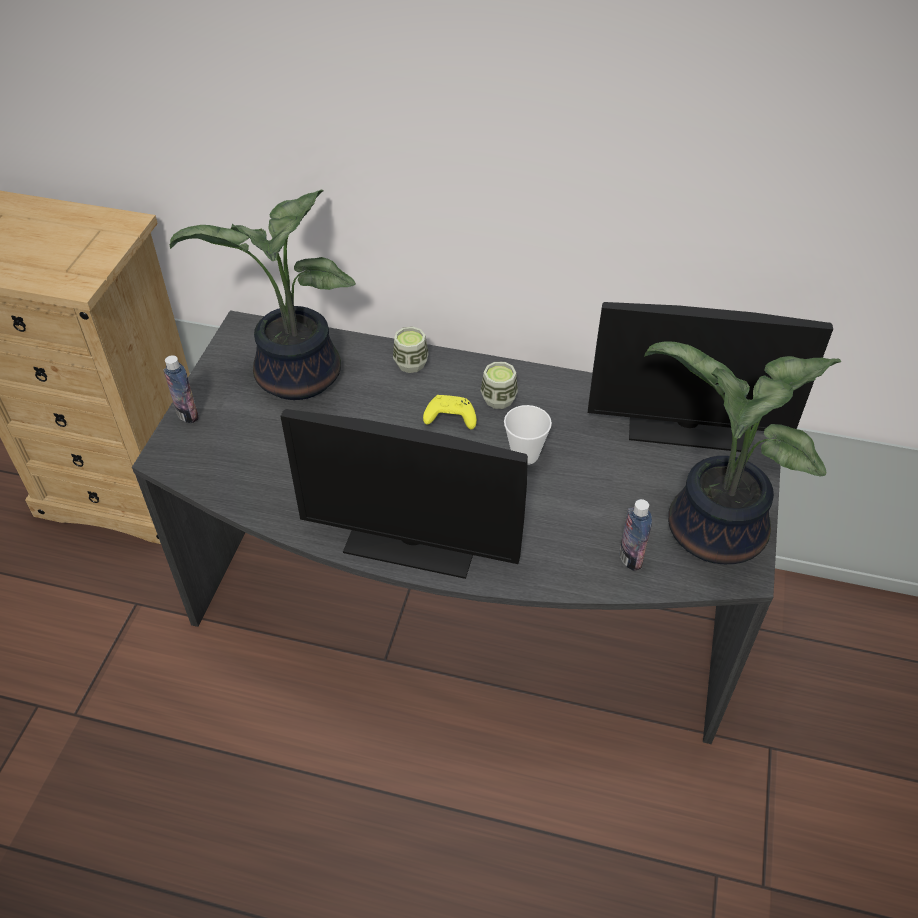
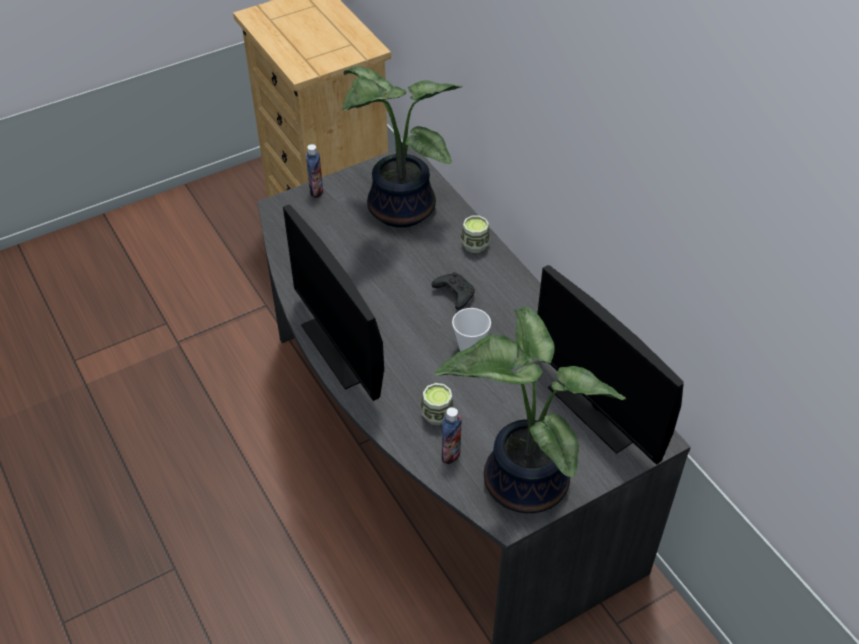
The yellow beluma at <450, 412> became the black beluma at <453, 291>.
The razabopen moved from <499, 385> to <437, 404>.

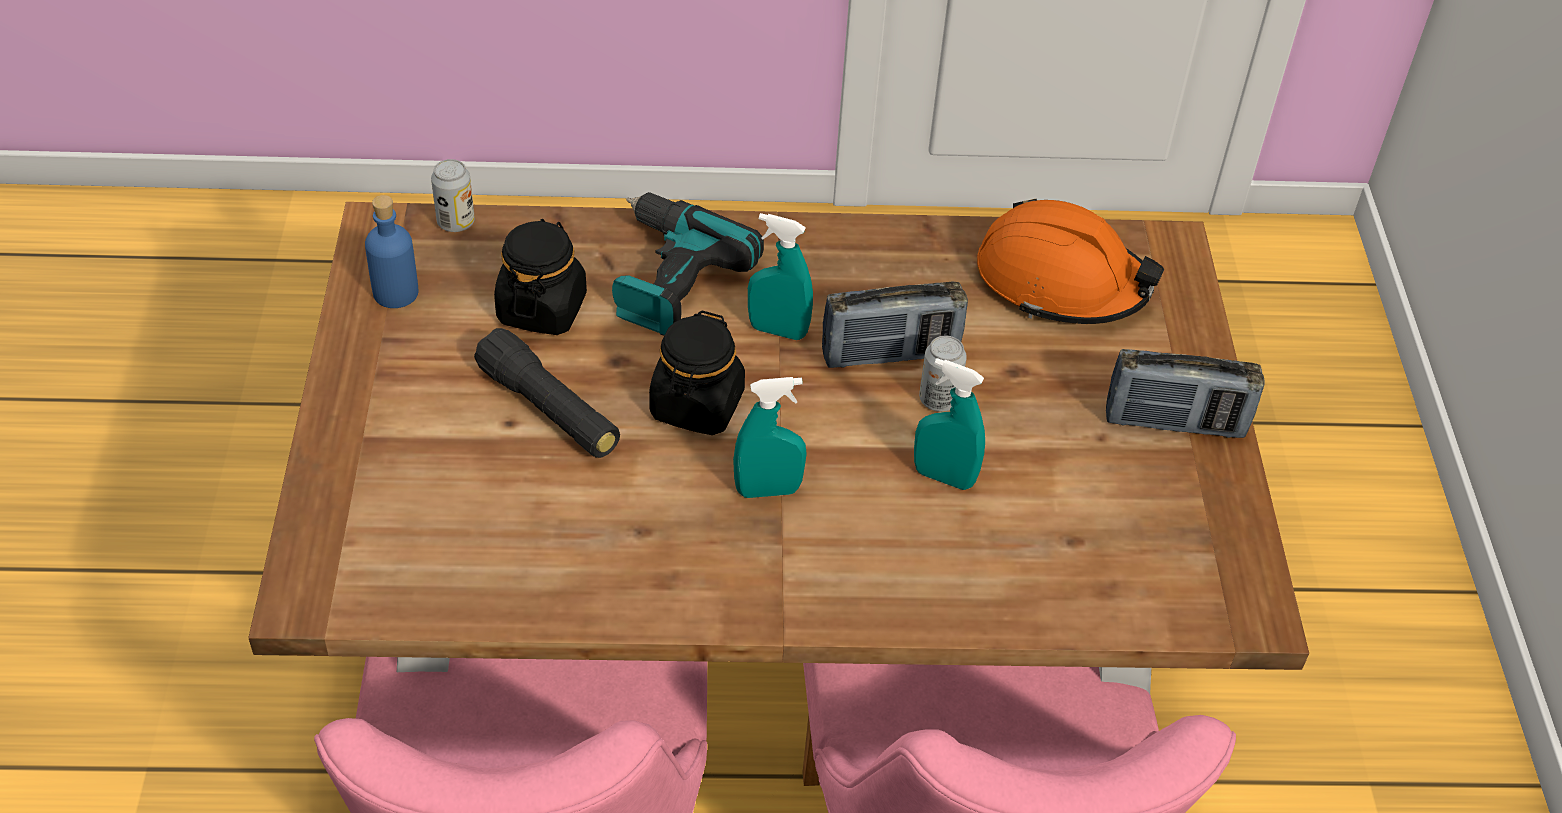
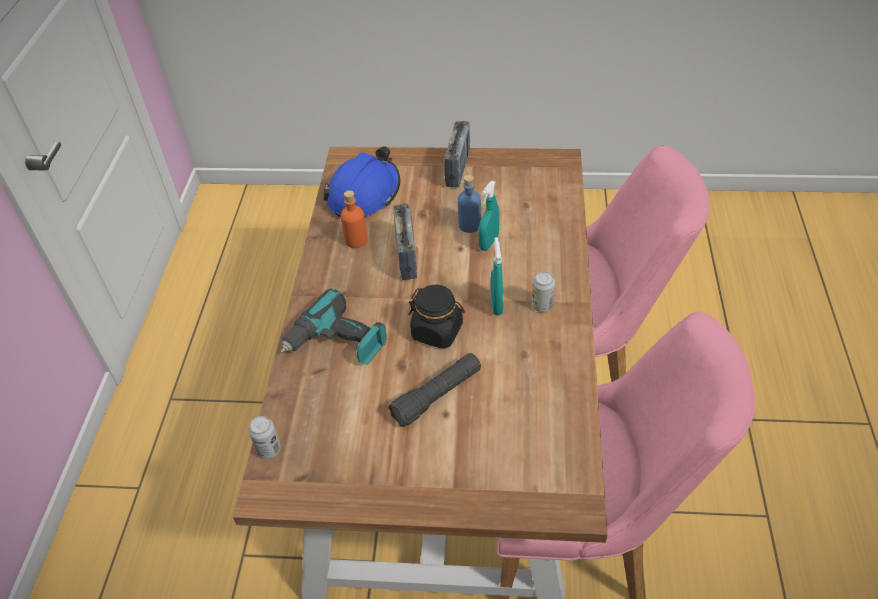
The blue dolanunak moved from <392, 251> to <469, 204>.
The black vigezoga at <540, 277> disappeared.
The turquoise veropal at <780, 276> disappeared.
The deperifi moved from <943, 374> to <543, 292>.
The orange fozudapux at <1070, 261> became the blue fozudapux at <361, 181>.
The orange dolanunak at <354, 219> appeared.

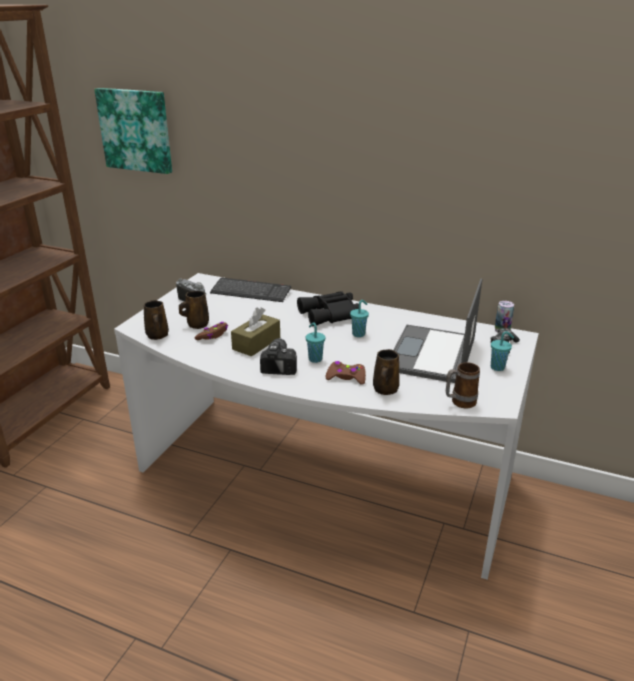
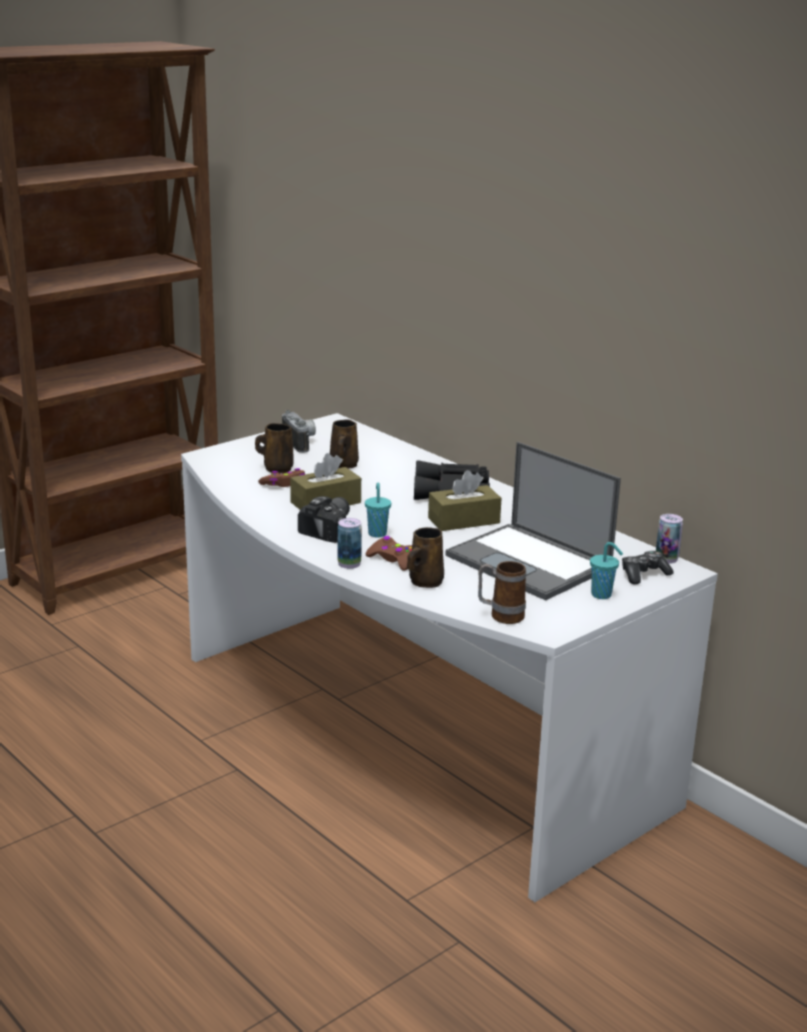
The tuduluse at <133, 131> disappeared.
The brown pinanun moved from <156, 320> to <344, 444>.
The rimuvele at <250, 290> disappeared.
The turquoise razabopen at <359, 318> was replaced by the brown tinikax at <465, 500>.
The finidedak at <438, 330> turned 90 degrees counterclockwise.
The deperifi at <350, 543> appeared.

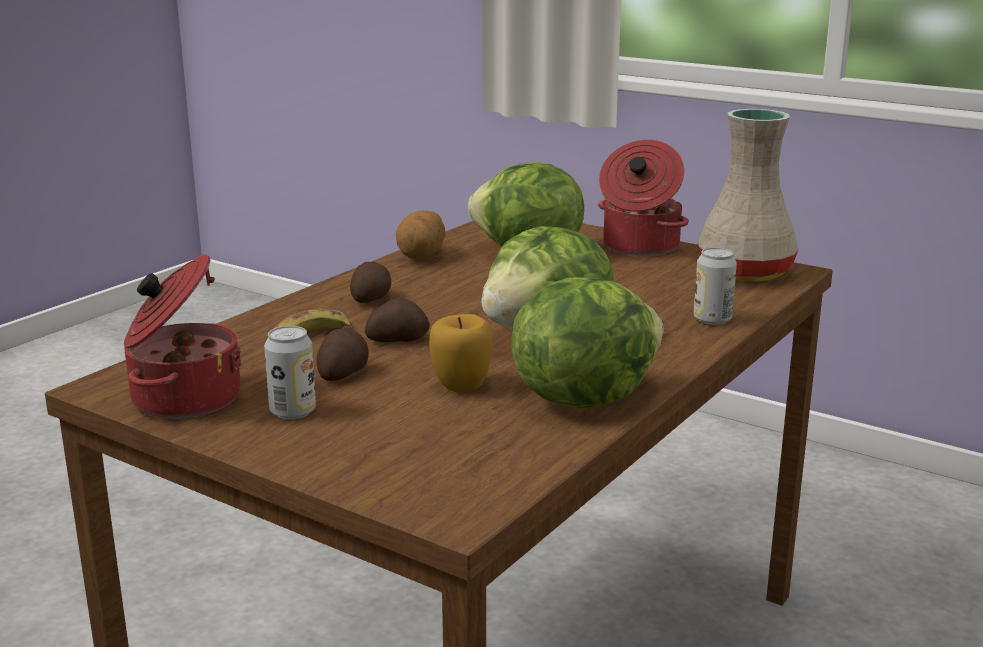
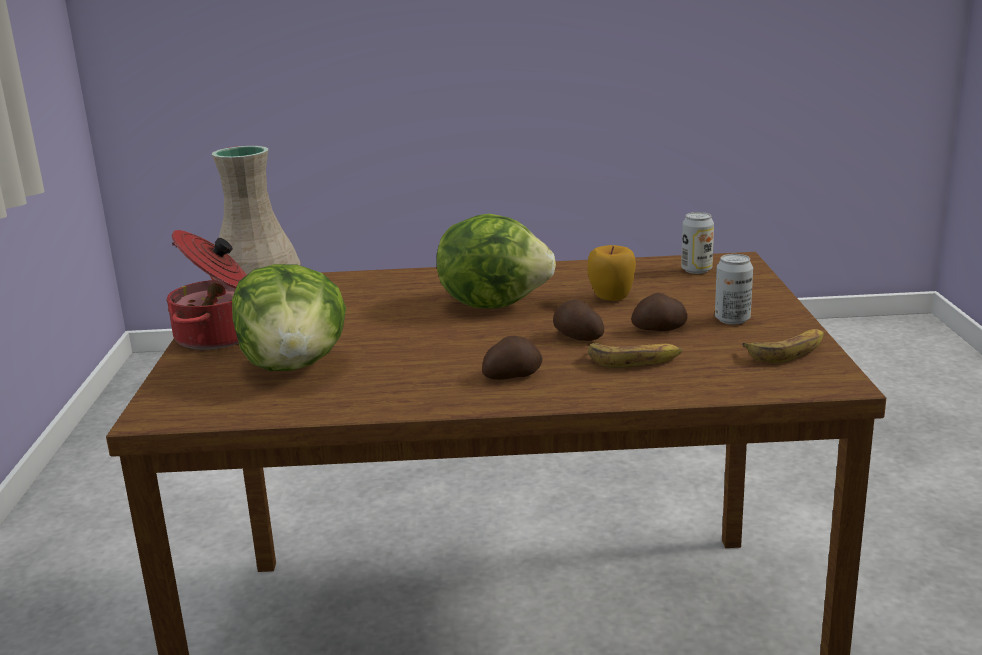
The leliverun at <183, 336> was replaced by the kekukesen at <783, 346>.
The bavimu at <421, 235> disappeared.
The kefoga at <587, 343> disappeared.
The deperifi moved from <715, 286> to <697, 243>.

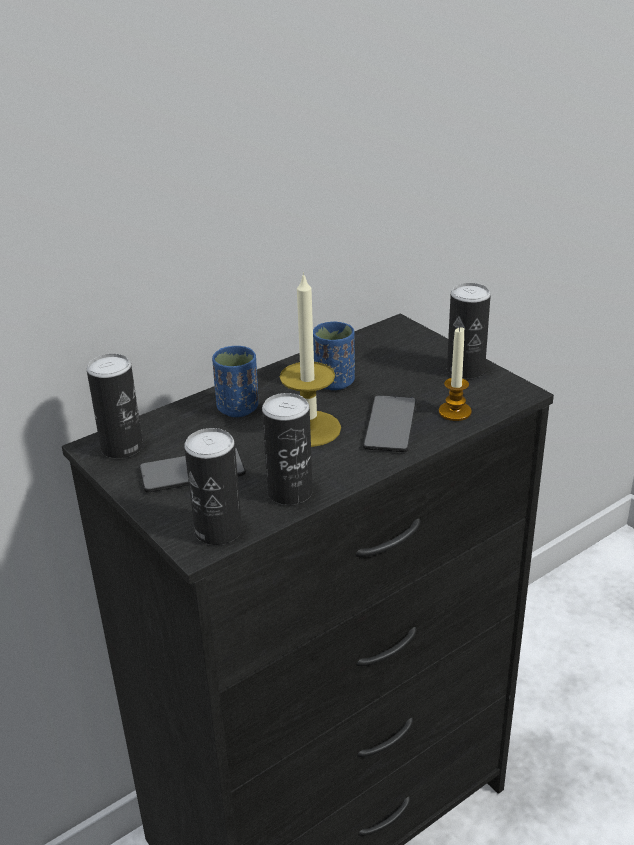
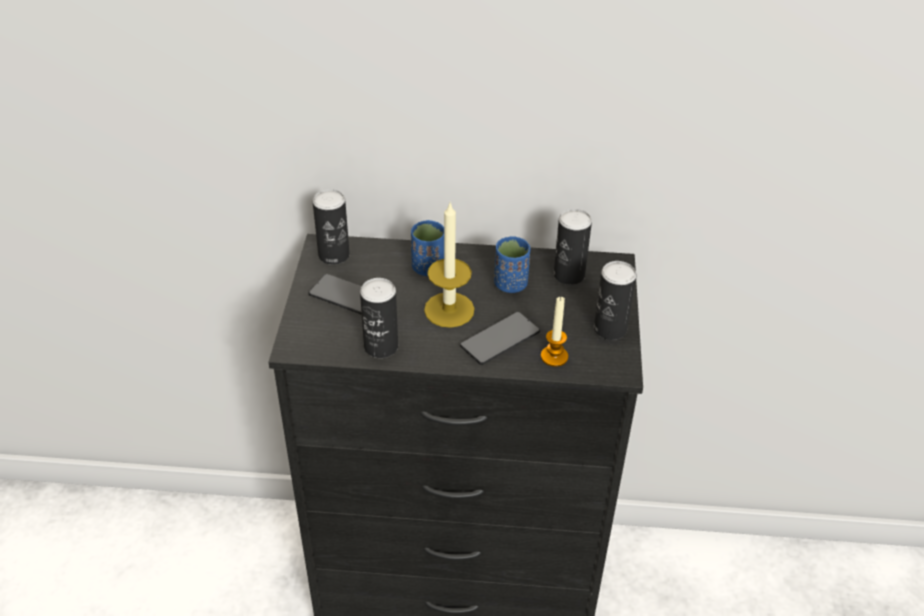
The deperifi moved from <213, 486> to <572, 247>.

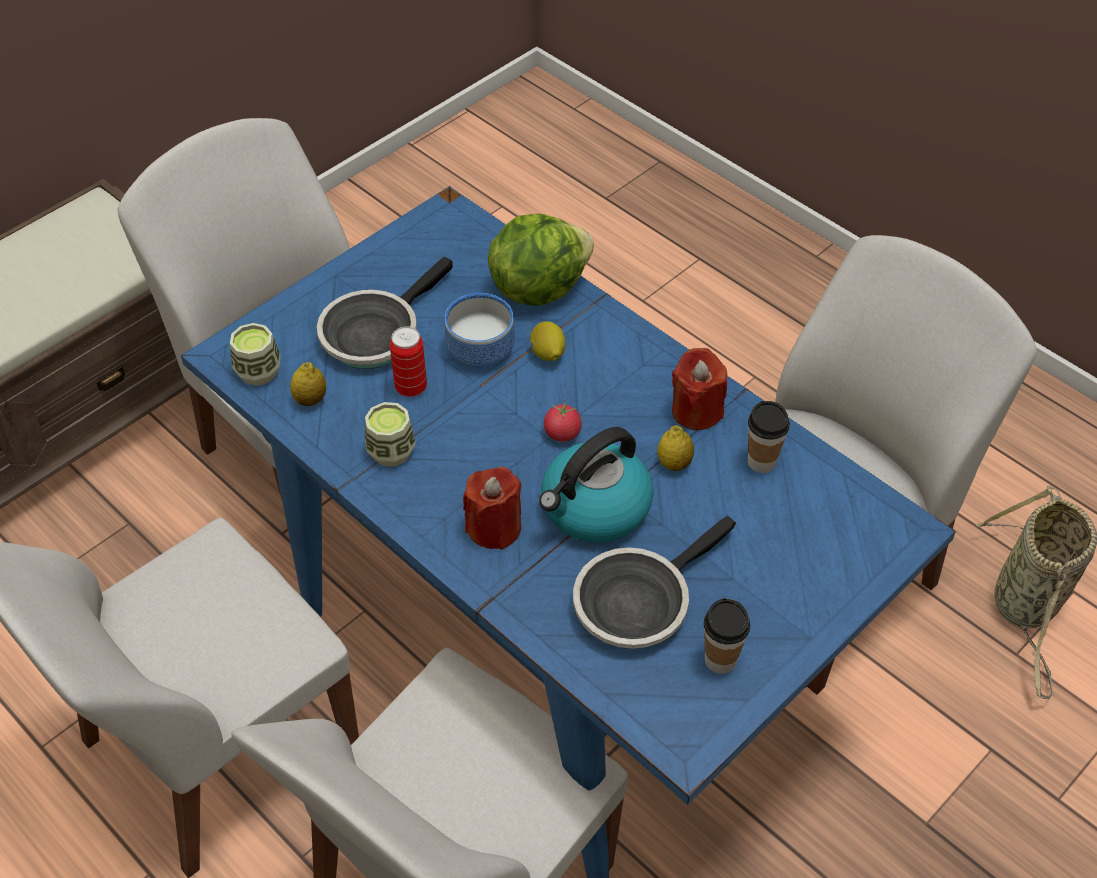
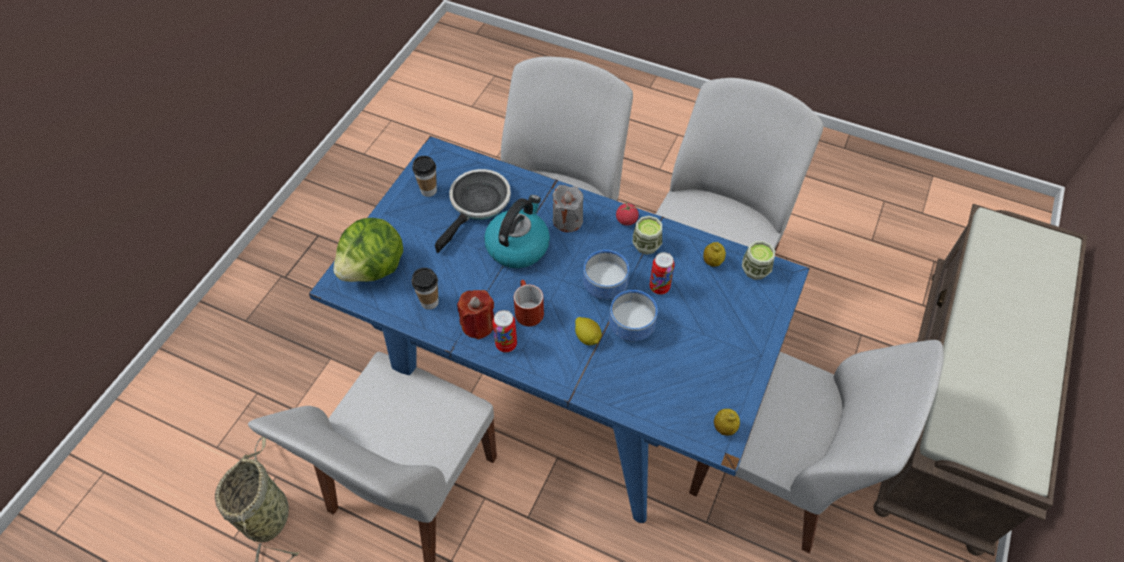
The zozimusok at <385, 312> disappeared.
The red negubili at <492, 508> became the grey negubili at <568, 208>.
The kefoga moved from <541, 259> to <368, 250>.
The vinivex moved from <563, 421> to <627, 213>.
The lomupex moved from <675, 448> to <727, 422>.
The deperifi at <505, 331> appeared.
The red pinanun at <529, 303> appeared.
The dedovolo at <606, 275> appeared.

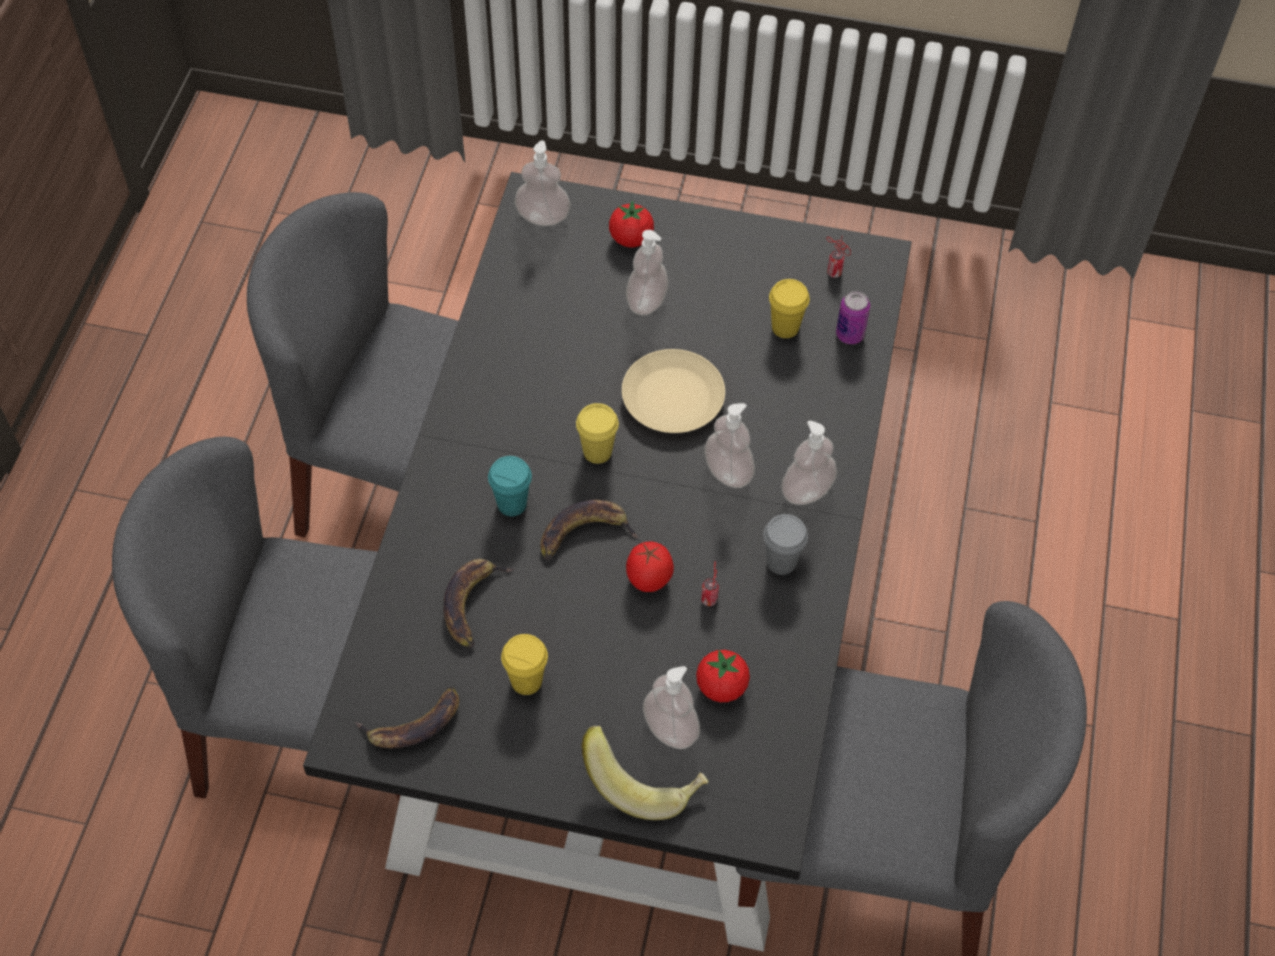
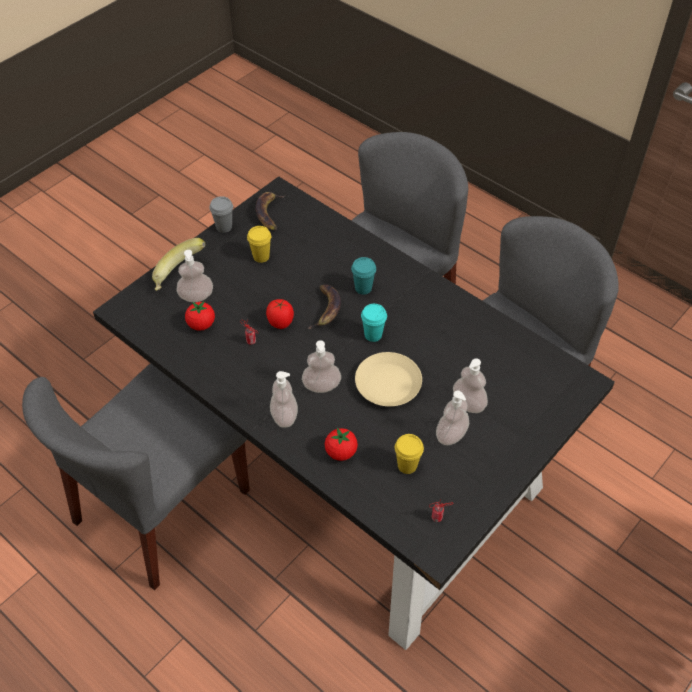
The kekukesen at <478, 603> disappeared.
The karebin moved from <542, 183> to <452, 417>.
The yellow razabopen at <597, 433> became the turquoise razabopen at <374, 323>.
The vinivex moved from <631, 223> to <341, 444>.
The grey razabopen moved from <785, 544> to <221, 214>.
The deperifi at <853, 317> disappeared.

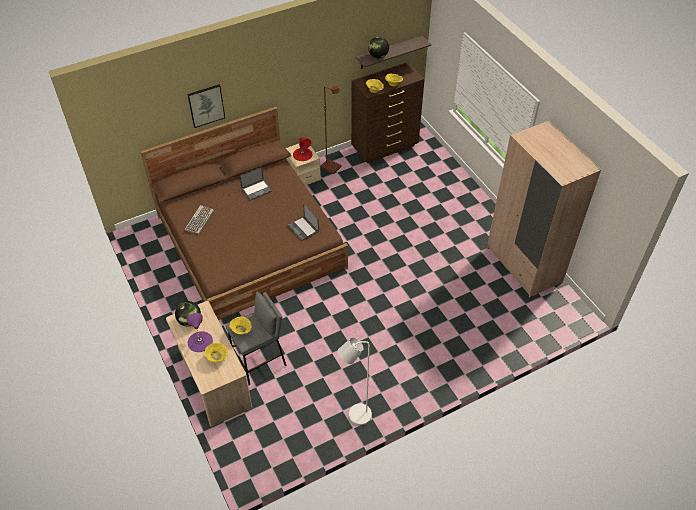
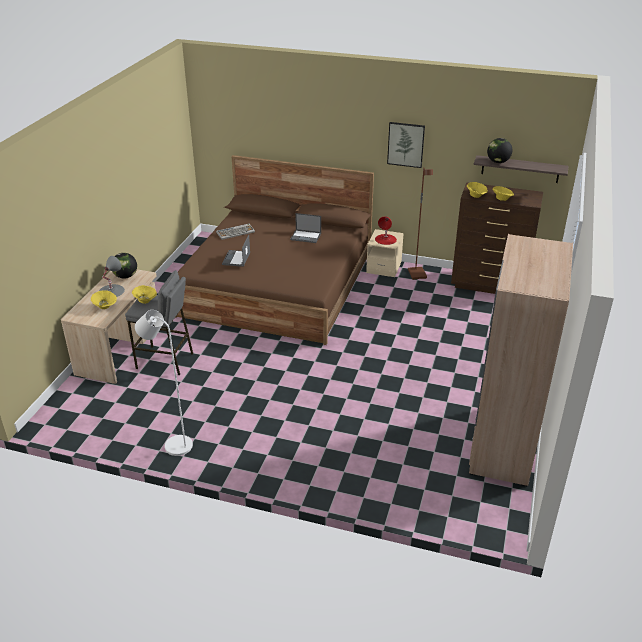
The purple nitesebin at <199, 332> became the grey nitesebin at <112, 276>.
The tuduluse moved from <206, 106> to <406, 145>.
The finidedak moved from <303, 222> to <236, 251>.

